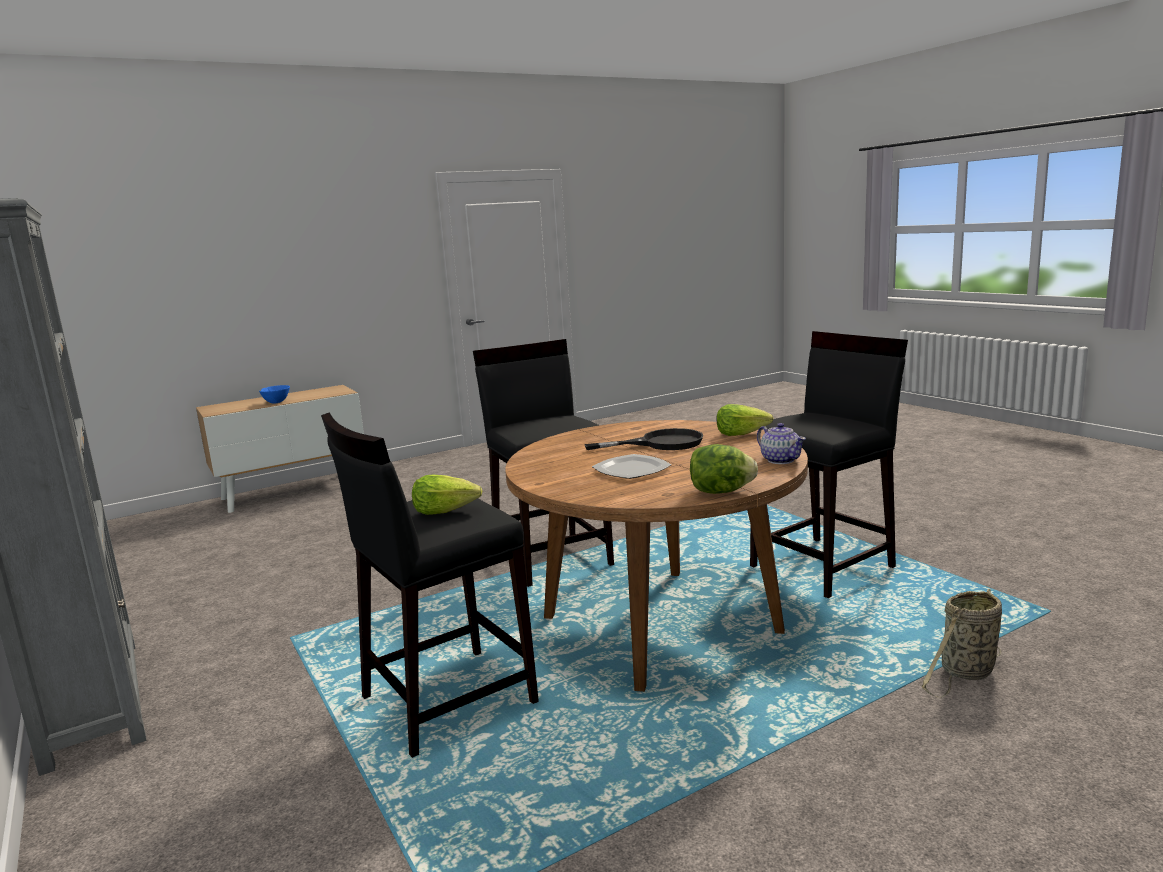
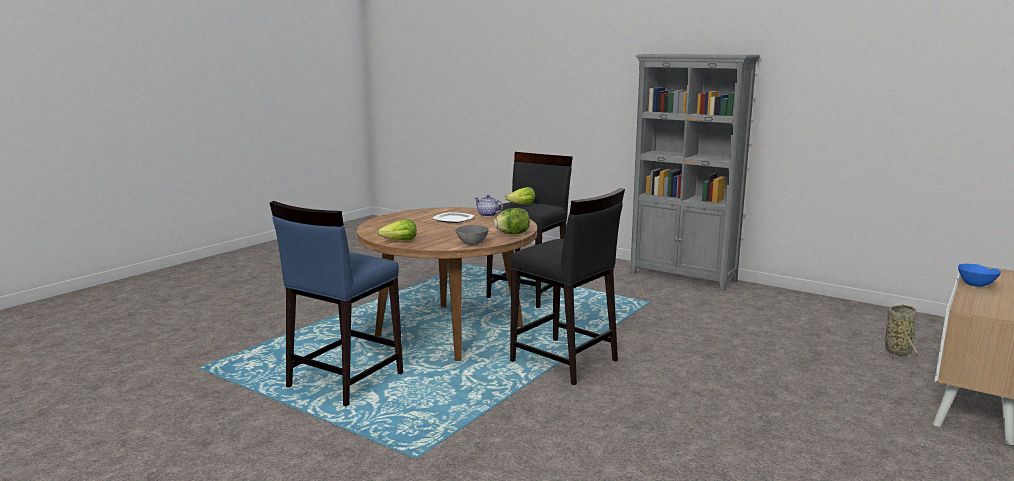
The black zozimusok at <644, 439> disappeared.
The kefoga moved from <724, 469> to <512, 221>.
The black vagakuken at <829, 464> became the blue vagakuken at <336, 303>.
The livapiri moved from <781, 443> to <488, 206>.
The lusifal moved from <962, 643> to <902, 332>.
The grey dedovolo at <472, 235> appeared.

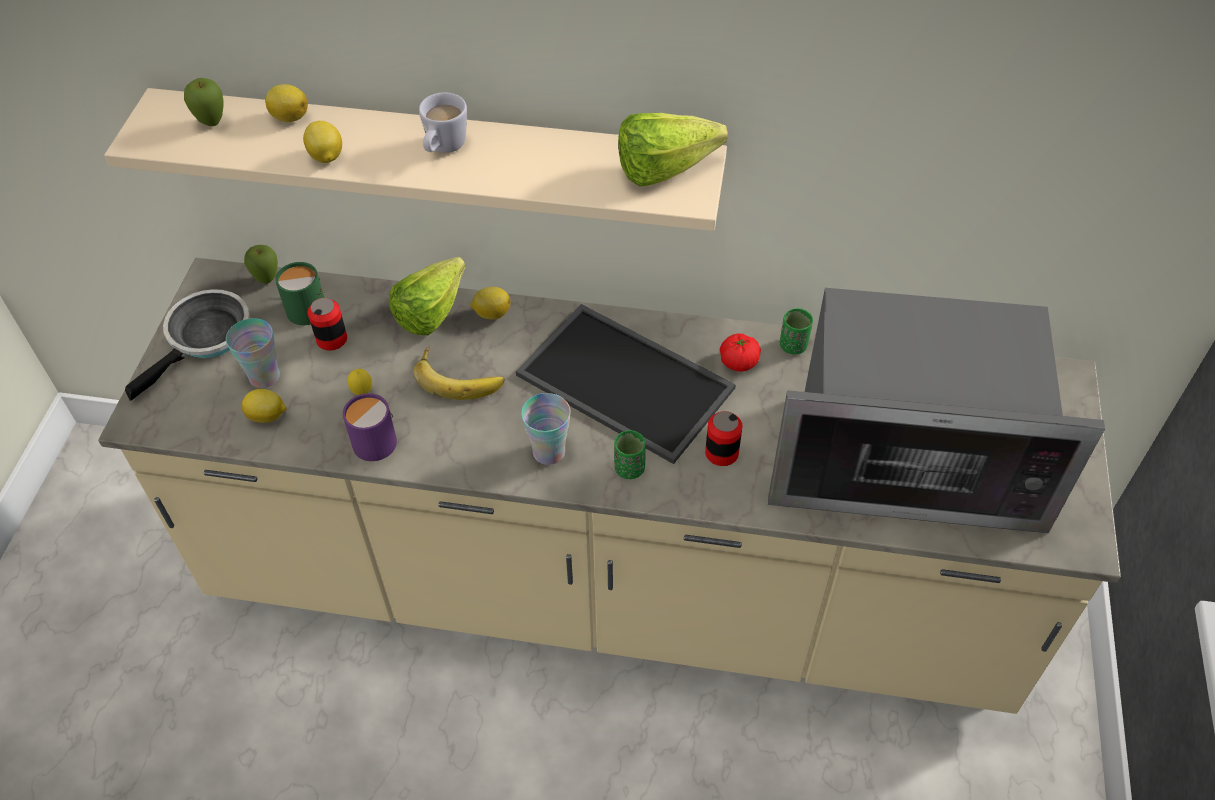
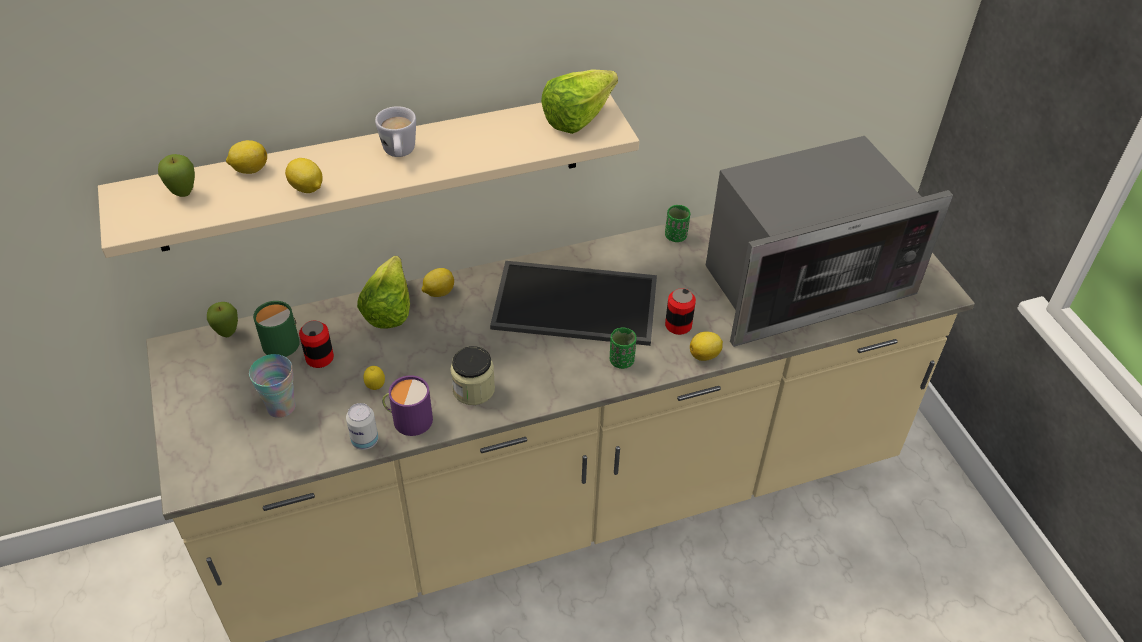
The zozimusok at <187, 345> disappeared.
The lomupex moved from <264, 406> to <706, 346>.
The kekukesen at <458, 373> disappeared.
The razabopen at <546, 429> disappeared.
The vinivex at <740, 352> disappeared.
The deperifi at <362, 426> appeared.
The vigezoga at <472, 375> appeared.

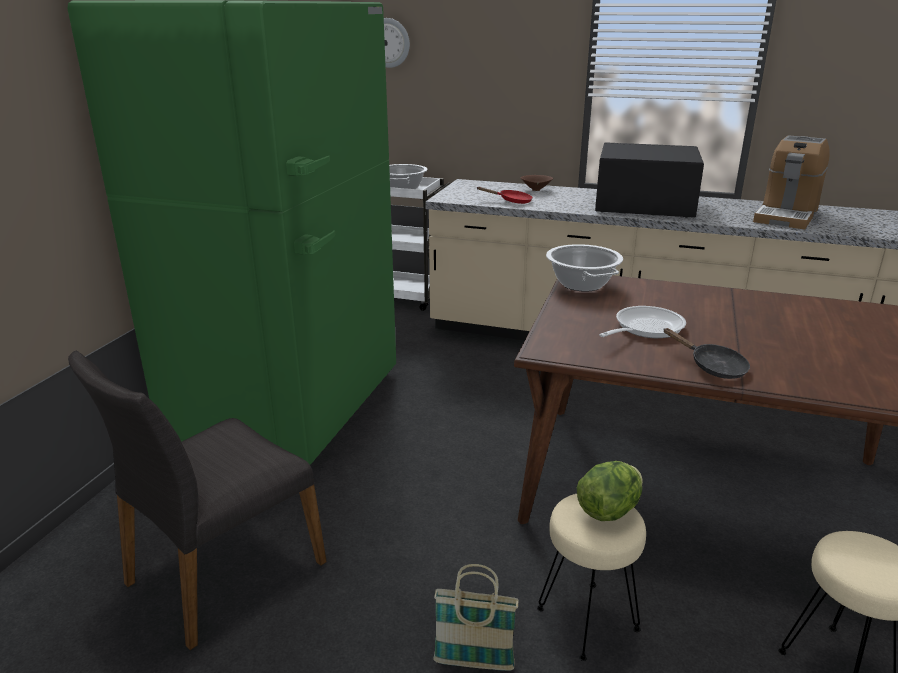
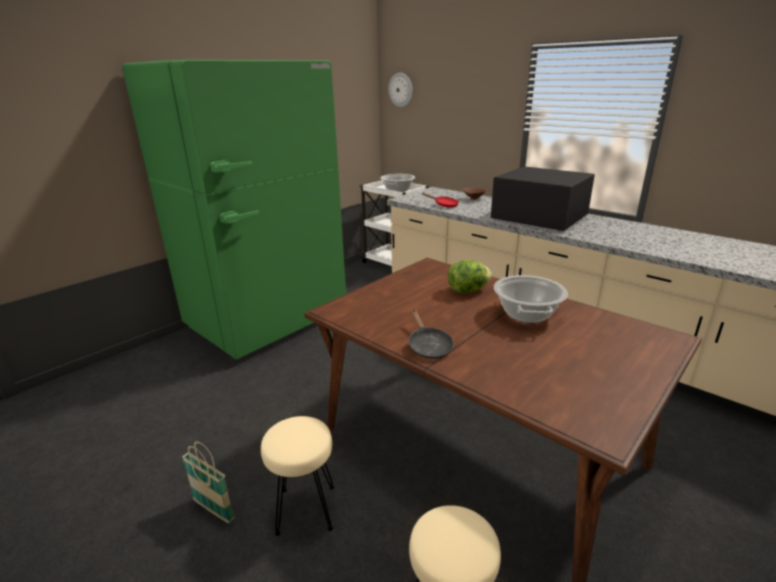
The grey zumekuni at <197, 500> disappeared.
The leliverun moved from <584, 268> to <531, 299>.
The kefoga moved from <610, 491> to <470, 276>.
The zozimusok at <642, 322> disappeared.
The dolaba at <791, 182> disappeared.

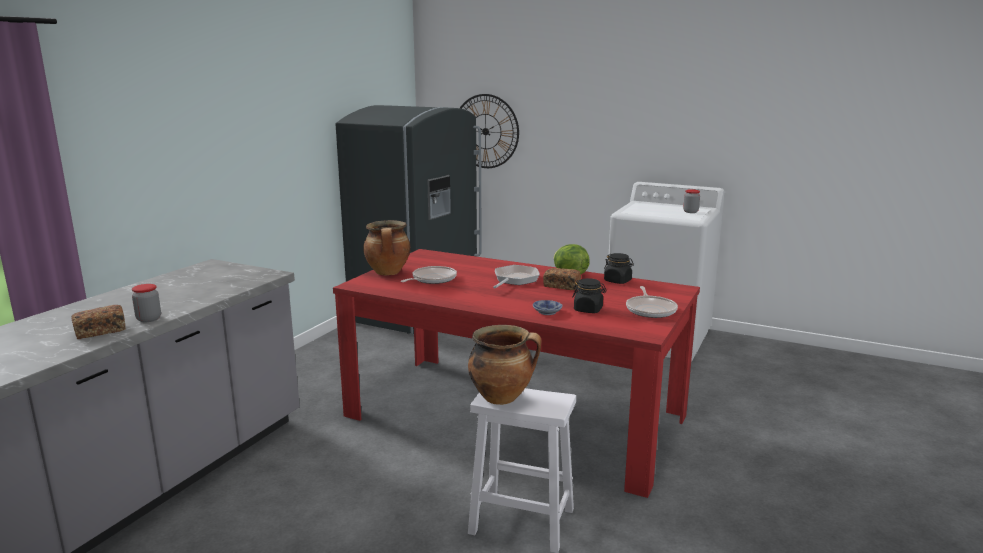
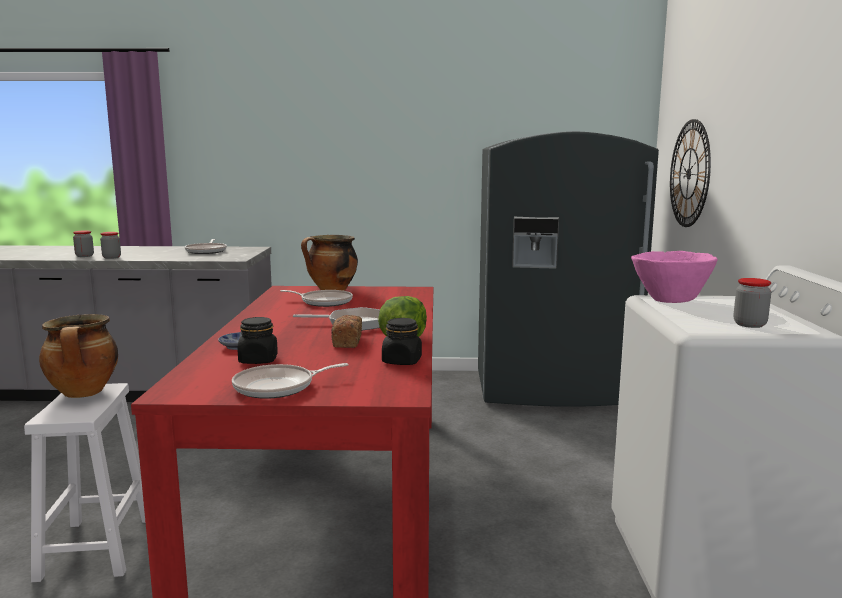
The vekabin at <98, 322> was replaced by the vigezoga at <83, 243>.
The zozimusok at <206, 246> appeared.
The pink dedovolo at <674, 277> appeared.

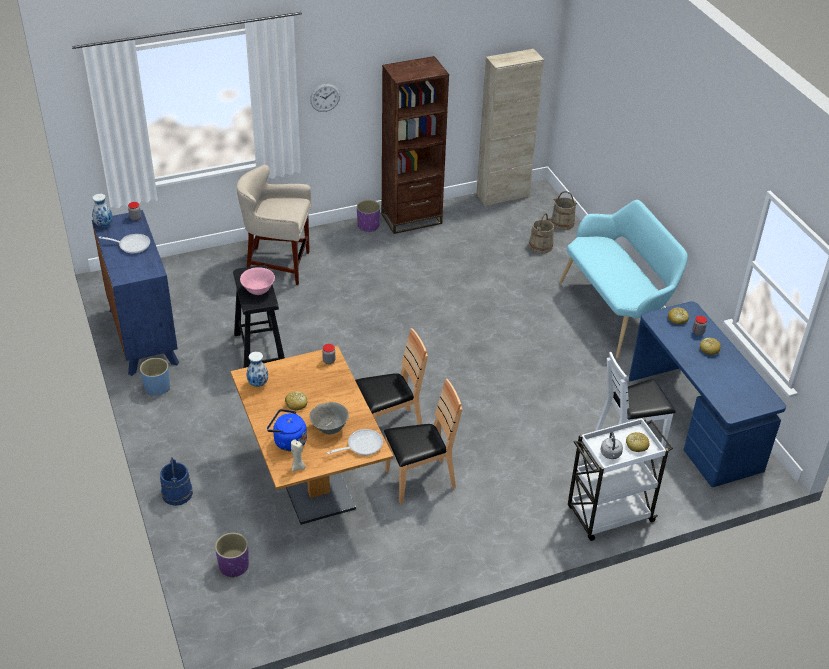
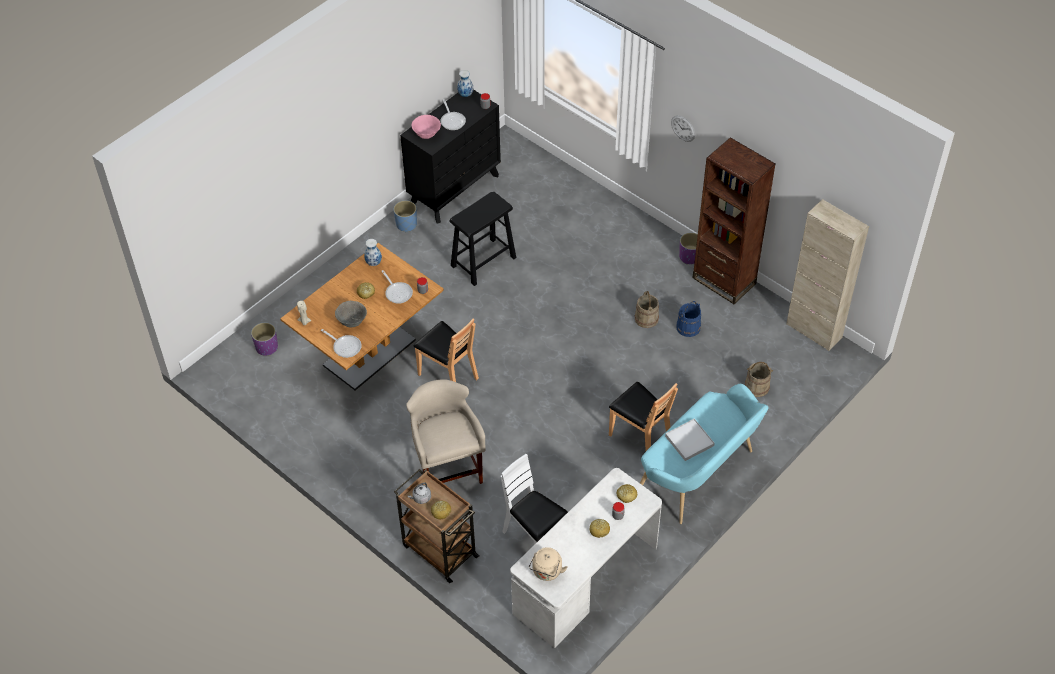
The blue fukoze at <135, 293> became the black fukoze at <450, 156>.
The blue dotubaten moved from <176, 481> to <688, 319>.
The beige vagakuken moved from <274, 225> to <446, 431>.
The pink dedovolo moved from <257, 281> to <426, 127>.
The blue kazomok at <287, 430> disappeared.
The brown zumekuni moved from <423, 441> to <643, 416>.
The beige dotubaten moved from <564, 210> to <647, 309>.
The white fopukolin at <620, 479> became the brown fopukolin at <437, 526>.
The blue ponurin at <707, 394> became the white ponurin at <586, 558>.
The zozimusok at <397, 287> appeared.
The beige kazomok at <548, 564> appeared.
The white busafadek at <690, 440> appeared.

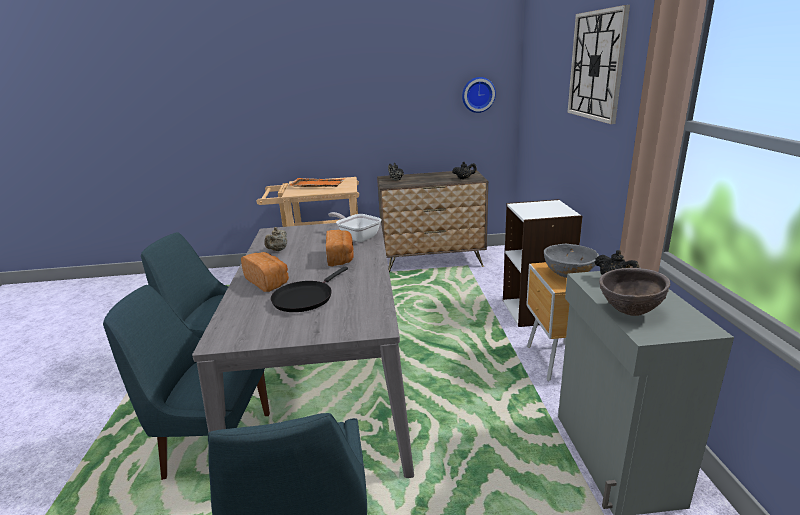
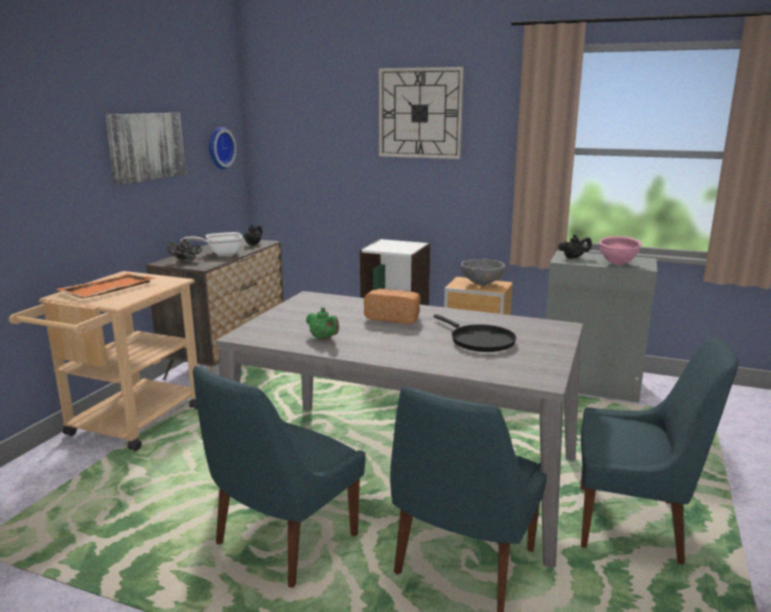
The vekabin at <265, 272> disappeared.
The beige livapiri at <276, 239> became the green livapiri at <322, 323>.
The zozimusok moved from <355, 227> to <211, 243>.
The brown dedovolo at <634, 292> became the pink dedovolo at <620, 250>.
The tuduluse at <145, 149> appeared.

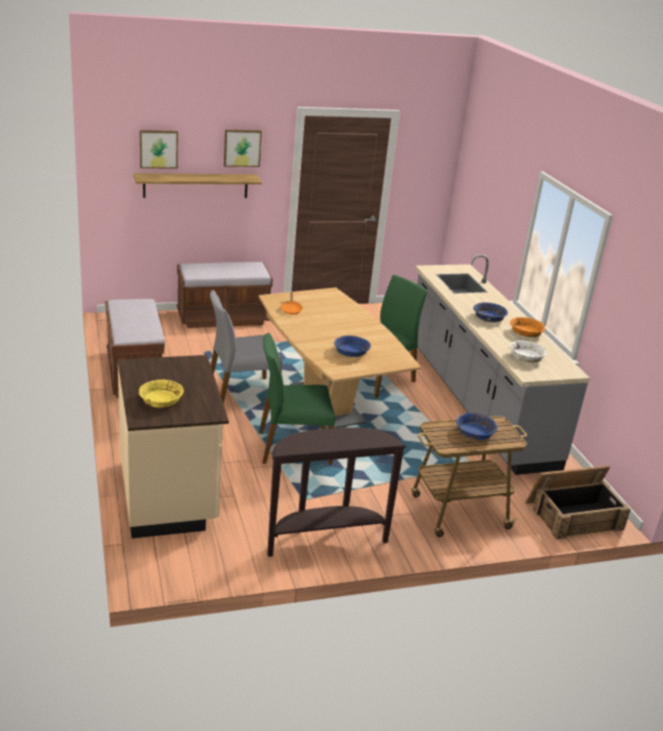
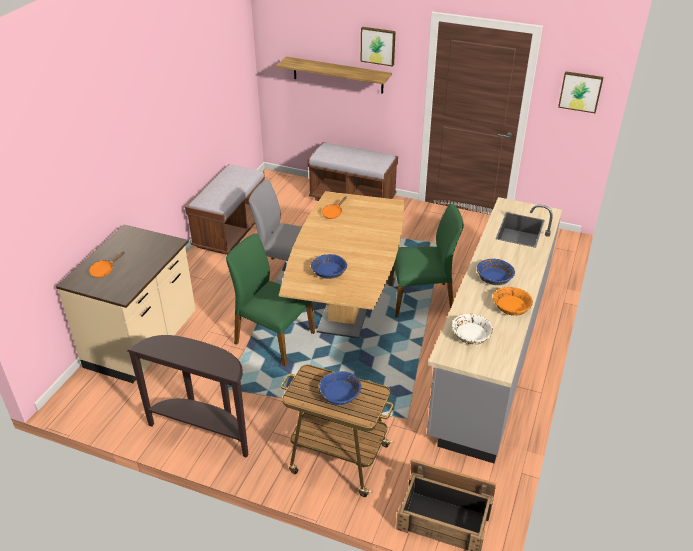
The yellow dedovolo at <161, 394> was replaced by the orange zozimusok at <107, 265>.
The tuduluse moved from <159, 149> to <581, 92>.

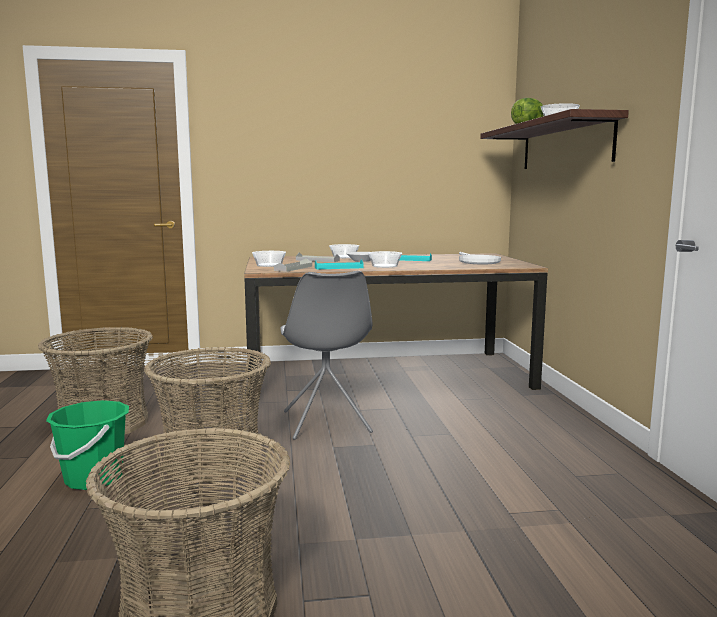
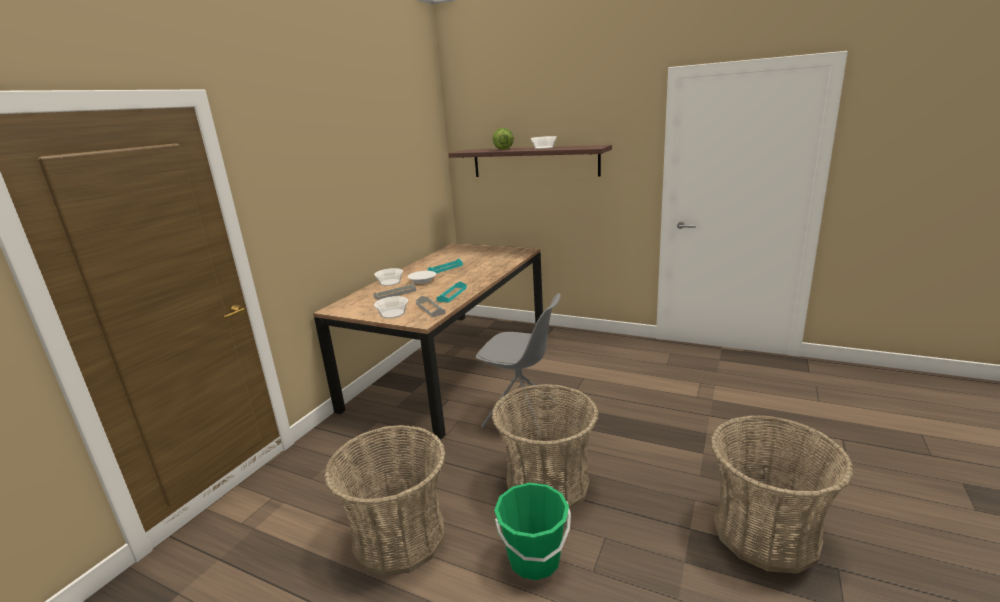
The dedovolo at <385, 259> disappeared.
The white zozimusok at <480, 258> disappeared.

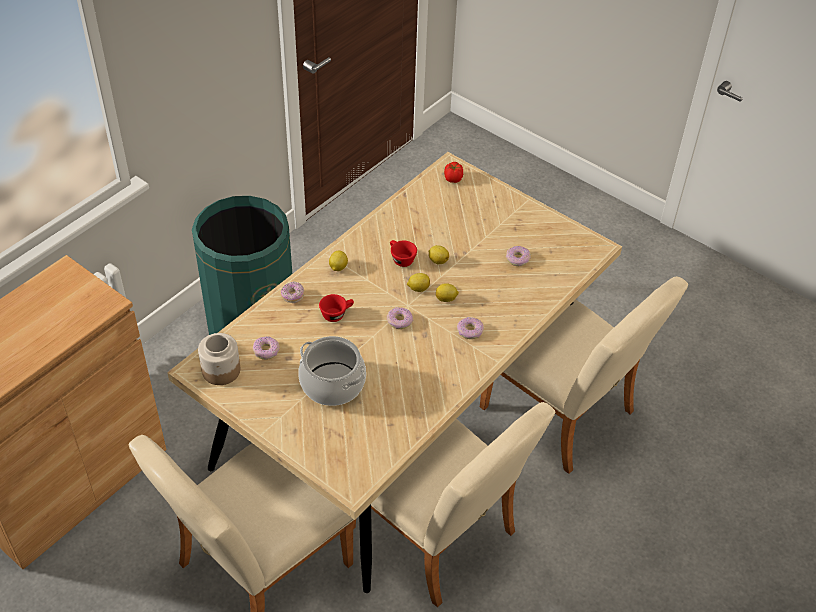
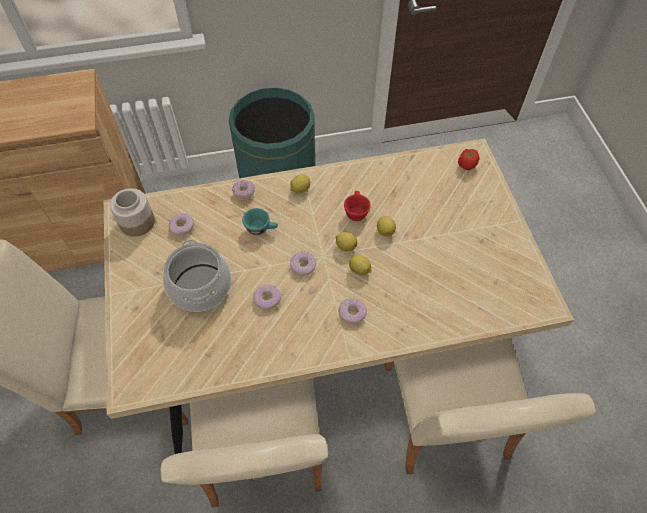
The red razabopen at <336, 308> became the turquoise razabopen at <260, 221>.
The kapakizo moved from <518, 256> to <267, 297>.

